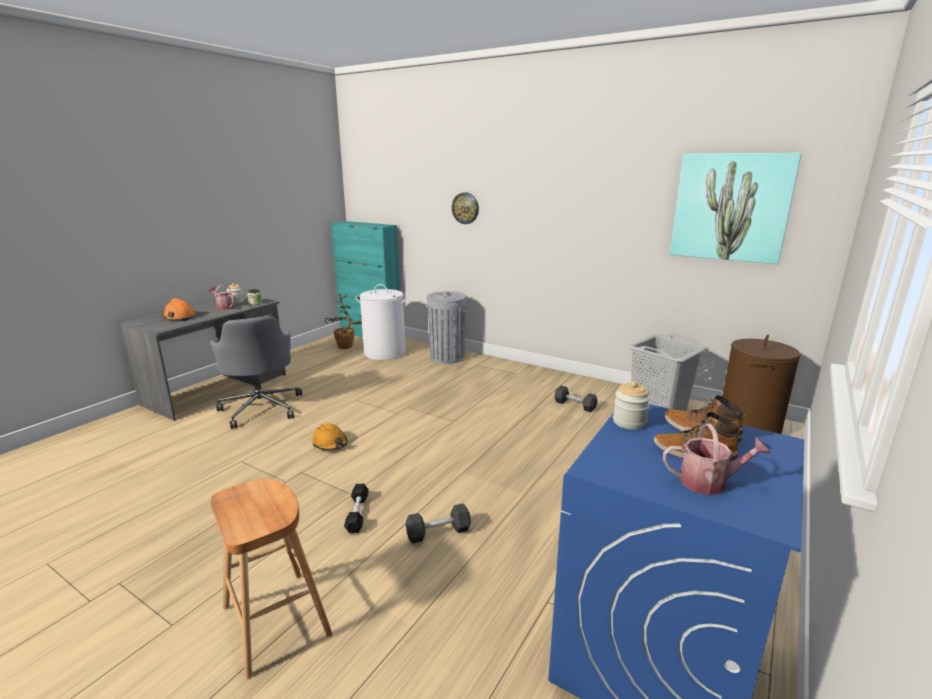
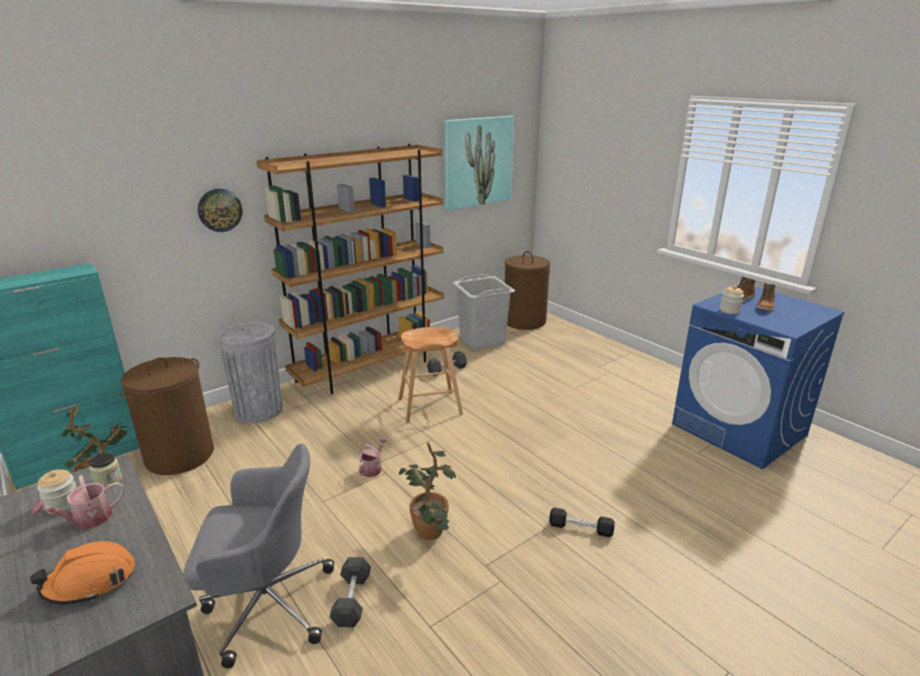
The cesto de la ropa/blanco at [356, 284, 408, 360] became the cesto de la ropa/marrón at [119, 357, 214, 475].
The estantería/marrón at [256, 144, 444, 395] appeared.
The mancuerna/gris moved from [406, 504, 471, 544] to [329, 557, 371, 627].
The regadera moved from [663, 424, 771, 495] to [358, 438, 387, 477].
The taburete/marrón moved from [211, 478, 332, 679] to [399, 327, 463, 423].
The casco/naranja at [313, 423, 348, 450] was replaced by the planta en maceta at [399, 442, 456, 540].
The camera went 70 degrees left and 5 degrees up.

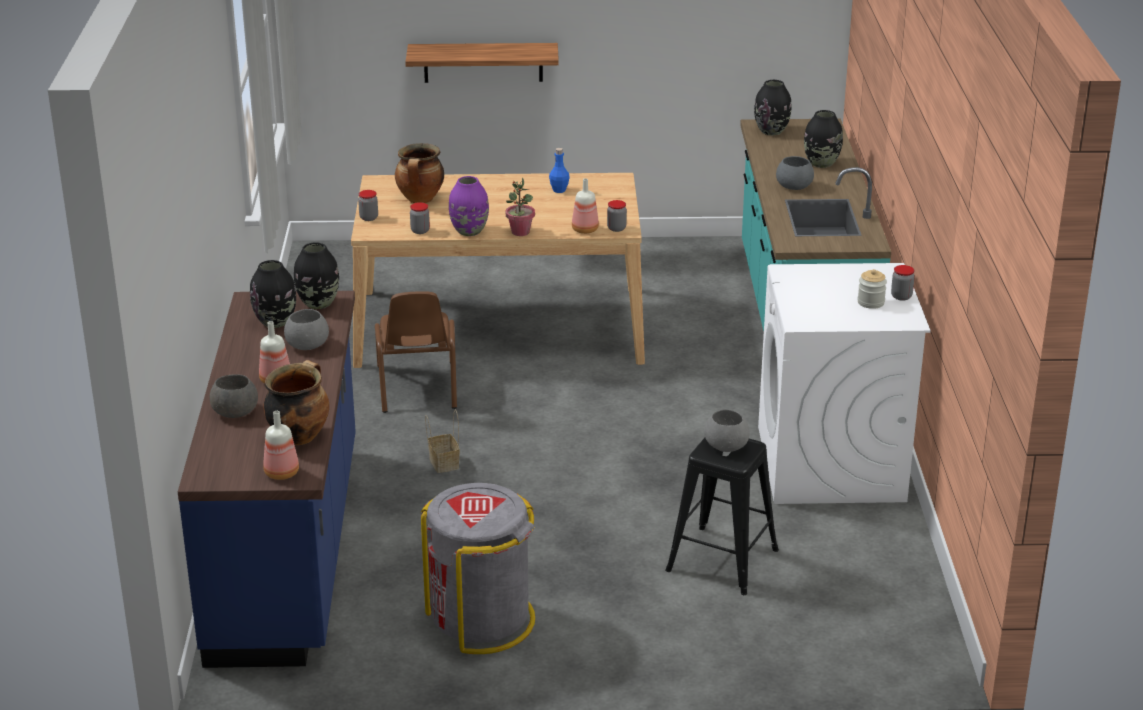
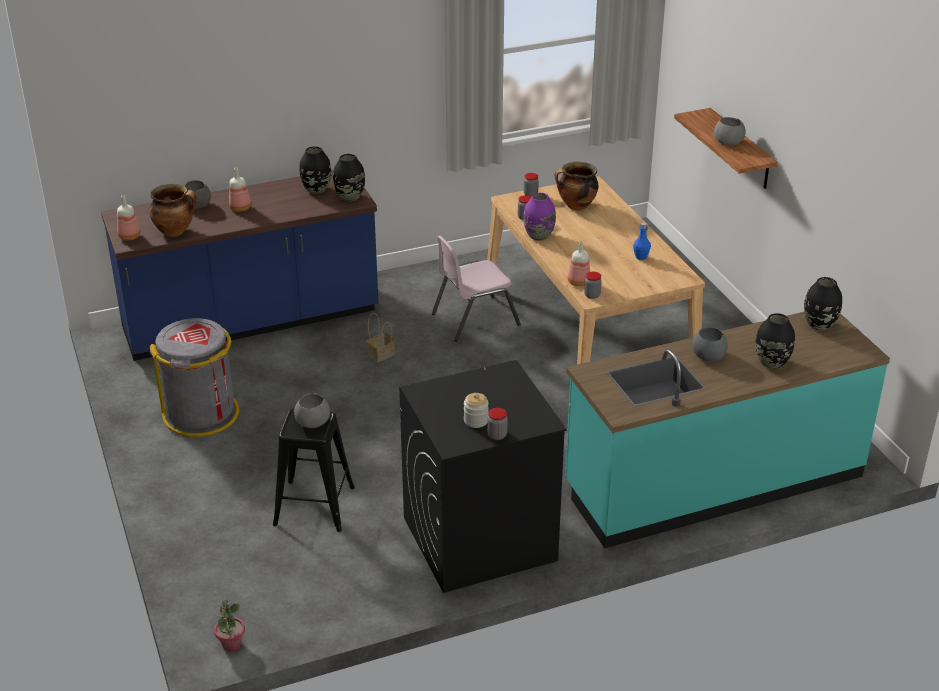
The planta en maceta moved from [506, 177, 535, 236] to [214, 599, 245, 651].
The lavadora/blanco at [758, 263, 931, 504] became the lavadora/negro at [399, 360, 567, 593].
The silla/marrón at [375, 291, 457, 413] became the silla/rosa at [432, 236, 521, 342].
The cuenco/gris moved from [284, 309, 329, 350] to [714, 117, 746, 145].
The camera went 70 degrees right and 5 degrees up.

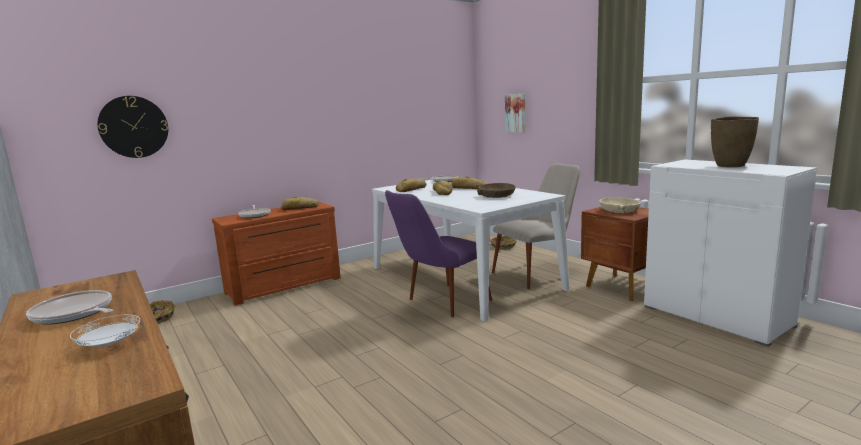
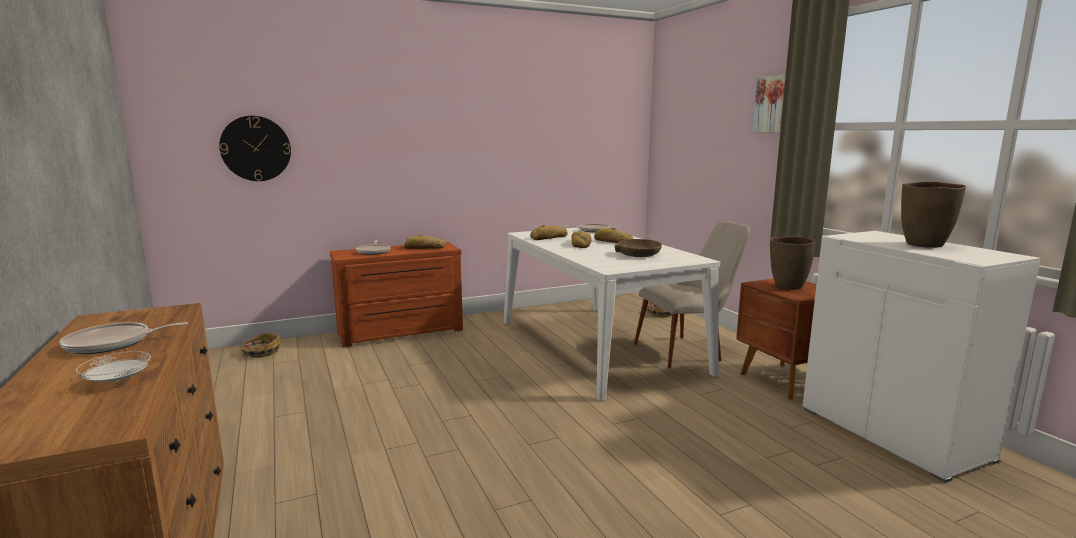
The sartén at [26, 290, 113, 325] turned 60 degrees counterclockwise.
The cuadro moved from [505, 93, 525, 133] to [753, 74, 786, 132].
The cuenco/beis at [599, 197, 641, 213] was replaced by the florero/marrón at [770, 236, 816, 290].
The silla/morado at [385, 190, 492, 317] disappeared.
The camera went 10 degrees right and 0 degrees up.

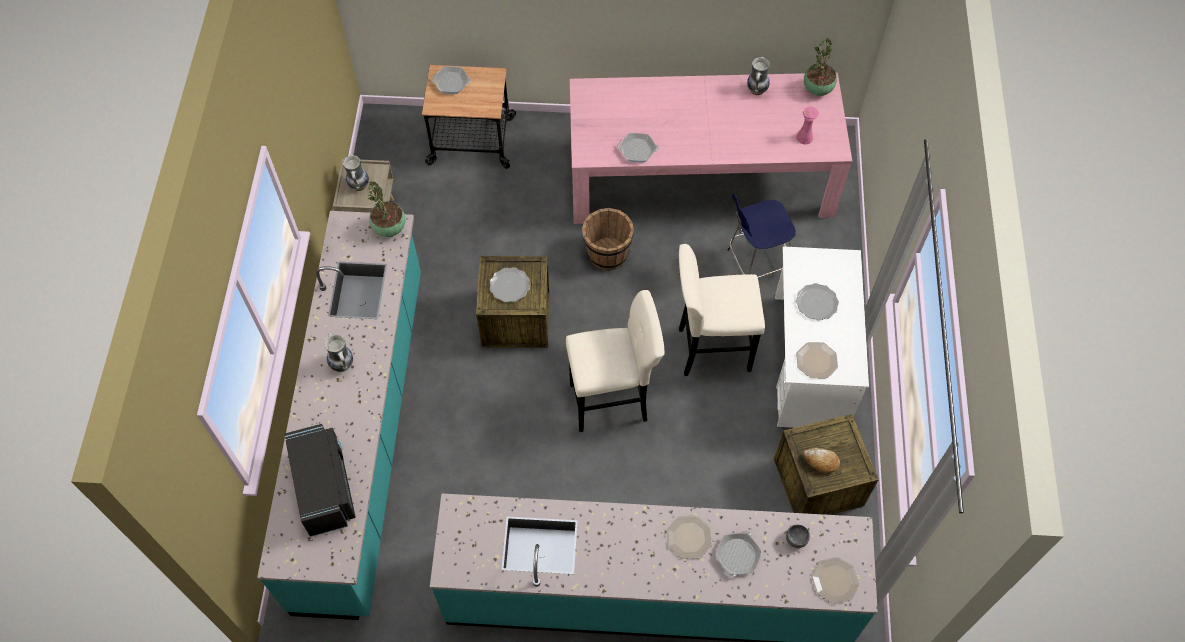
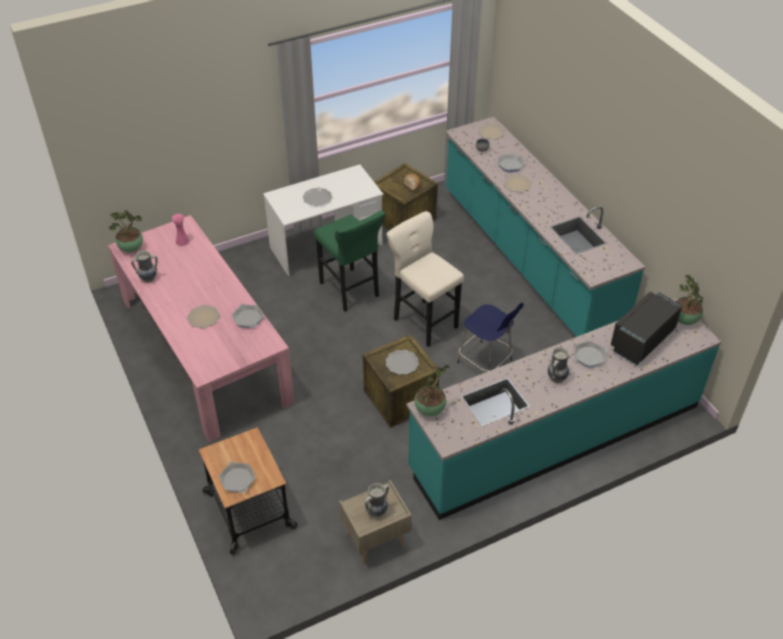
The plato moved from [796, 342, 838, 378] to [187, 305, 220, 328].
The taburete/beis at [679, 244, 765, 376] became the taburete/verde at [314, 210, 385, 312].
The taburete/azul moved from [727, 194, 796, 278] to [457, 303, 524, 372].
The sartén at [572, 341, 608, 368] appeared.
The planta en maceta at [676, 275, 703, 325] appeared.
The cubo/marrón at [582, 208, 634, 271] disappeared.
The camera went 120 degrees left and 15 degrees down.

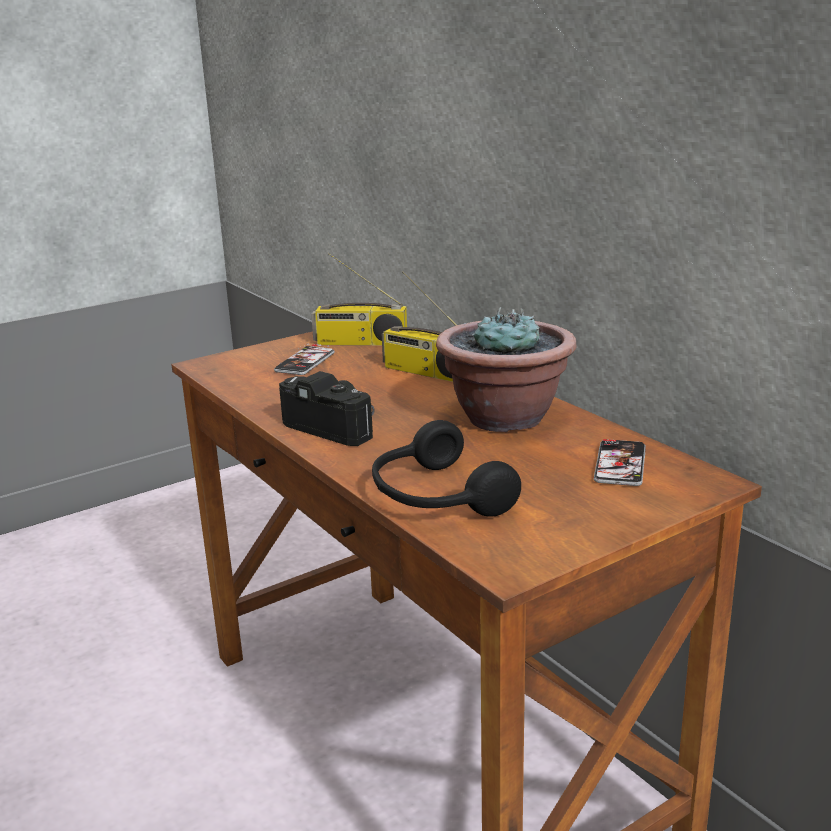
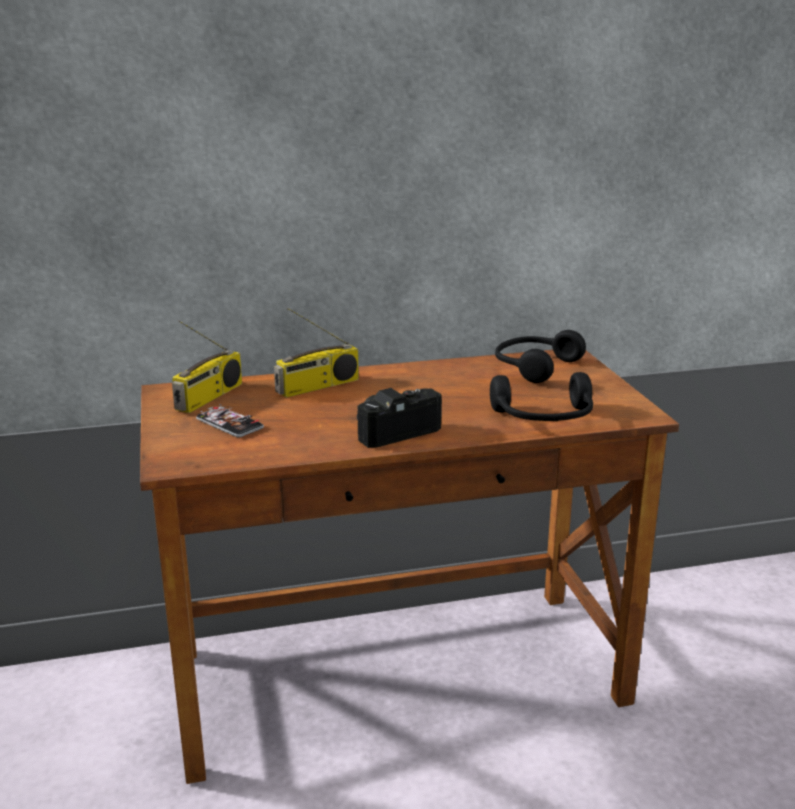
The móvil at [594, 439, 646, 486] was replaced by the auriculares/negro at [495, 330, 586, 383].
The planta en maceta at [436, 307, 576, 432] disappeared.
The camera went 70 degrees left and 0 degrees up.

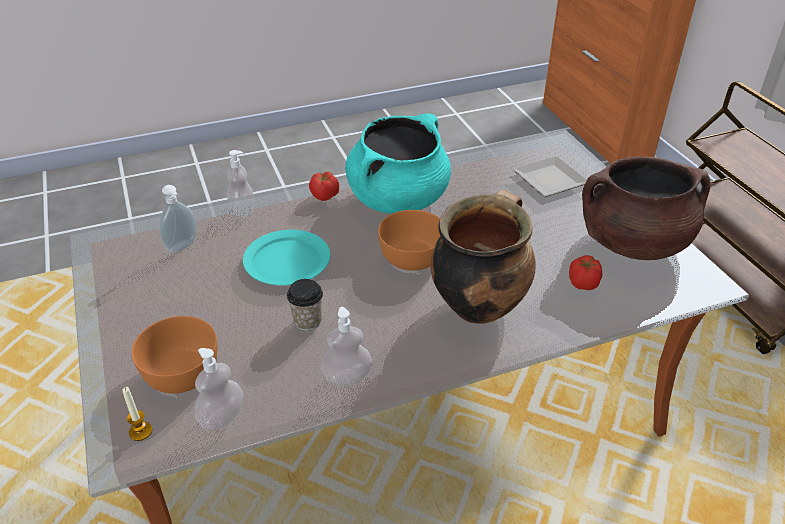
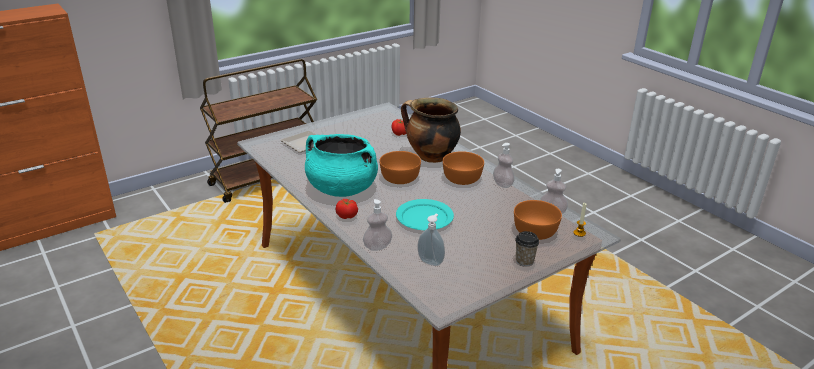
The cuenco/naranja at [443, 151, 484, 185] appeared.
The taza moved from [287, 279, 323, 331] to [515, 231, 539, 266].
The olla/marrón at [582, 157, 710, 260] disappeared.
The camera went 105 degrees left and 10 degrees down.

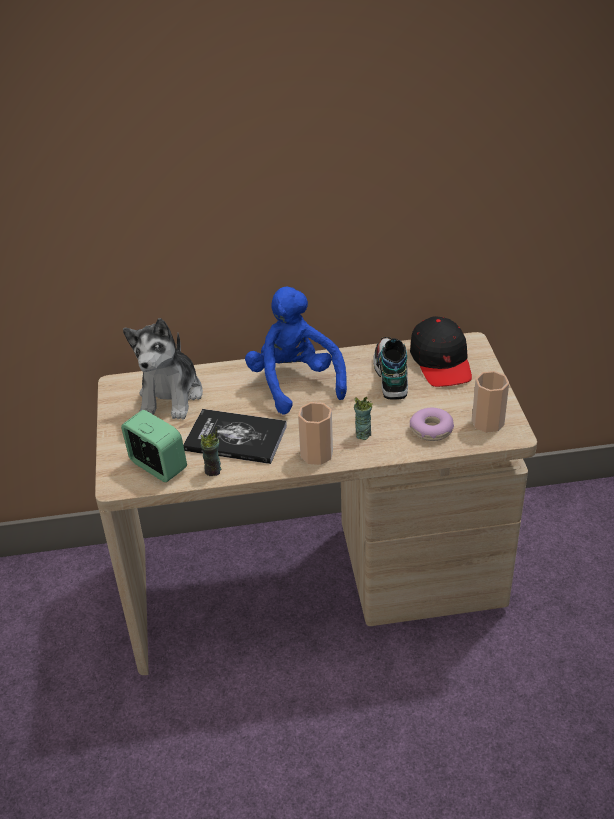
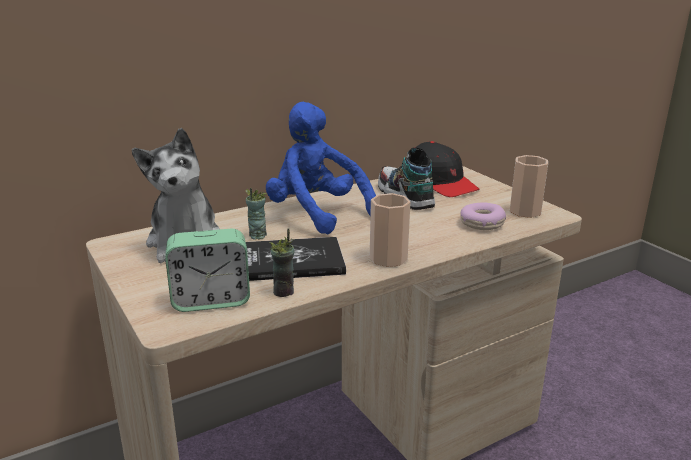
The despertador at [121, 410, 187, 482] turned 150 degrees clockwise.
The taza moved from [354, 397, 373, 440] to [246, 188, 267, 240].
The camera went 25 degrees left and 15 degrees down.

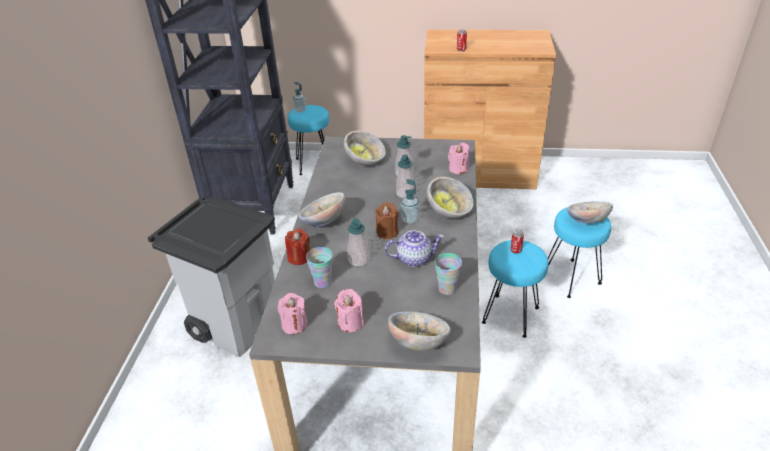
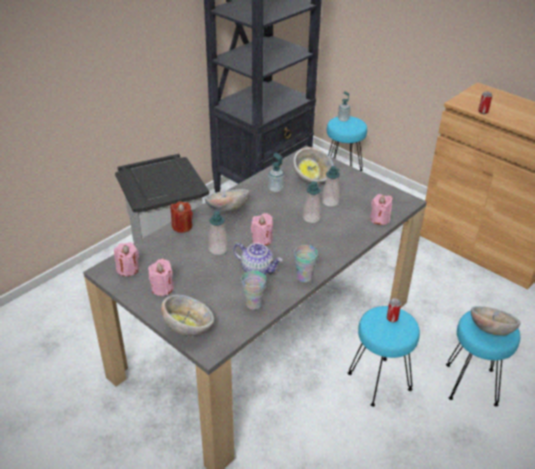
The vela/marrón at [375, 202, 398, 239] became the vela/rosa at [251, 213, 273, 246].
The dispensador de jabón moved from [401, 179, 420, 224] to [268, 153, 284, 192].
The taza moved from [306, 247, 333, 288] to [294, 245, 318, 282].
The cuenco at [427, 177, 474, 218] disappeared.
The camera went 35 degrees right and 0 degrees up.

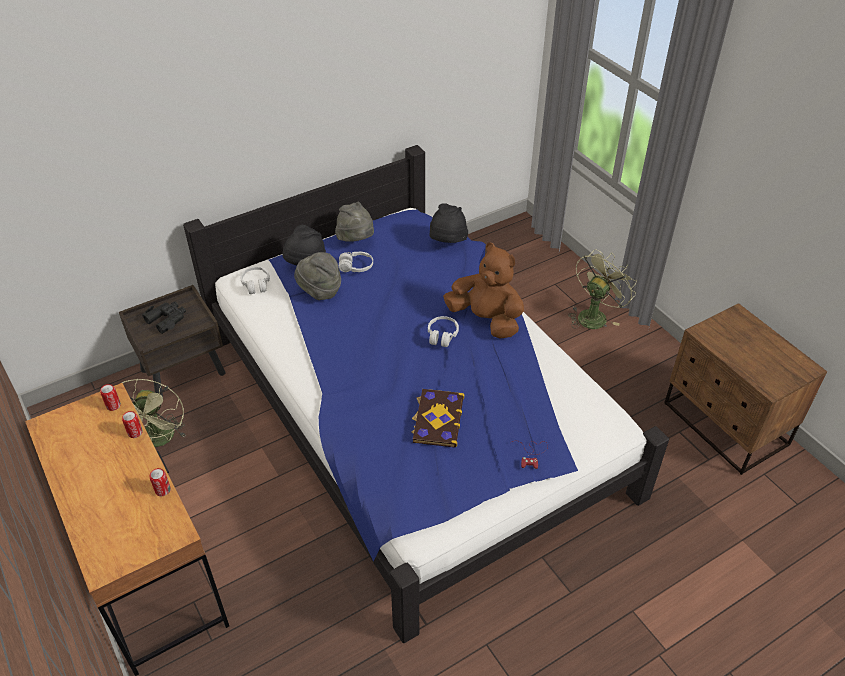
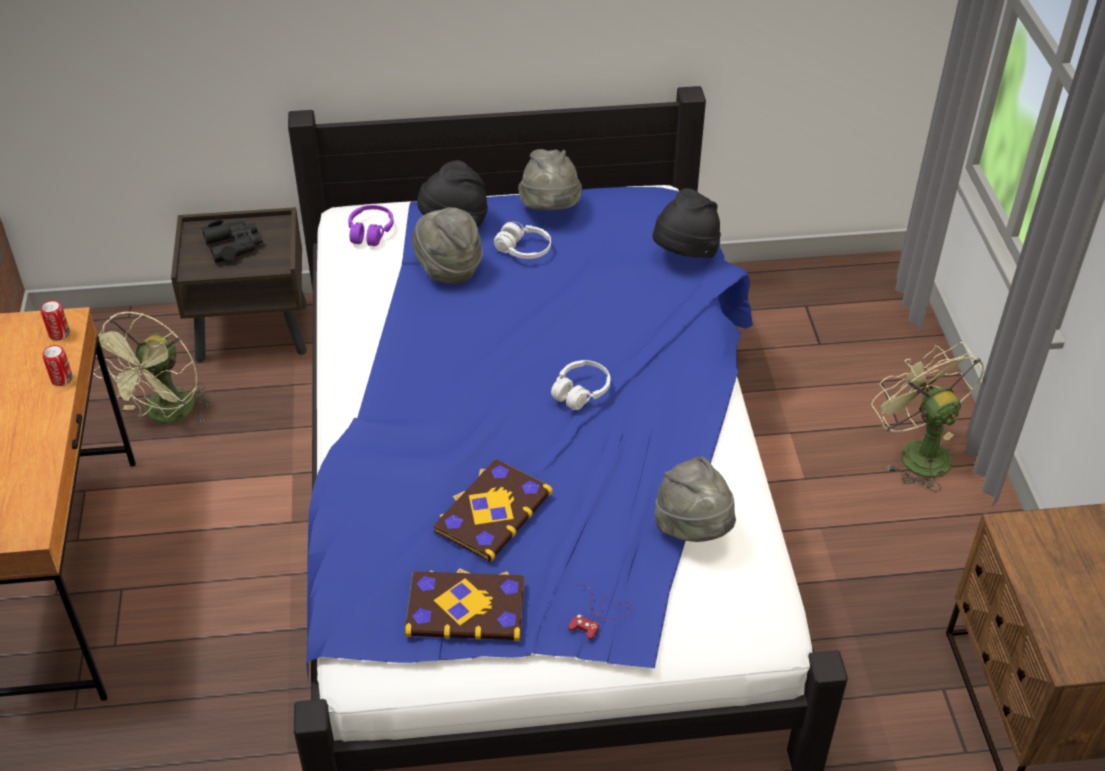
The auriculares/blanco at [240, 267, 270, 294] became the auriculares/morado at [348, 205, 394, 246].
The libro at [405, 568, 525, 641] appeared.
The sombrero/gris at [655, 456, 736, 542] appeared.
The ventilador/verde at [568, 249, 637, 329] turned 90 degrees counterclockwise.
The lata at [150, 468, 171, 496] disappeared.
The peluche/marrón at [443, 242, 524, 339] disappeared.
The camera went 25 degrees right and 0 degrees up.

